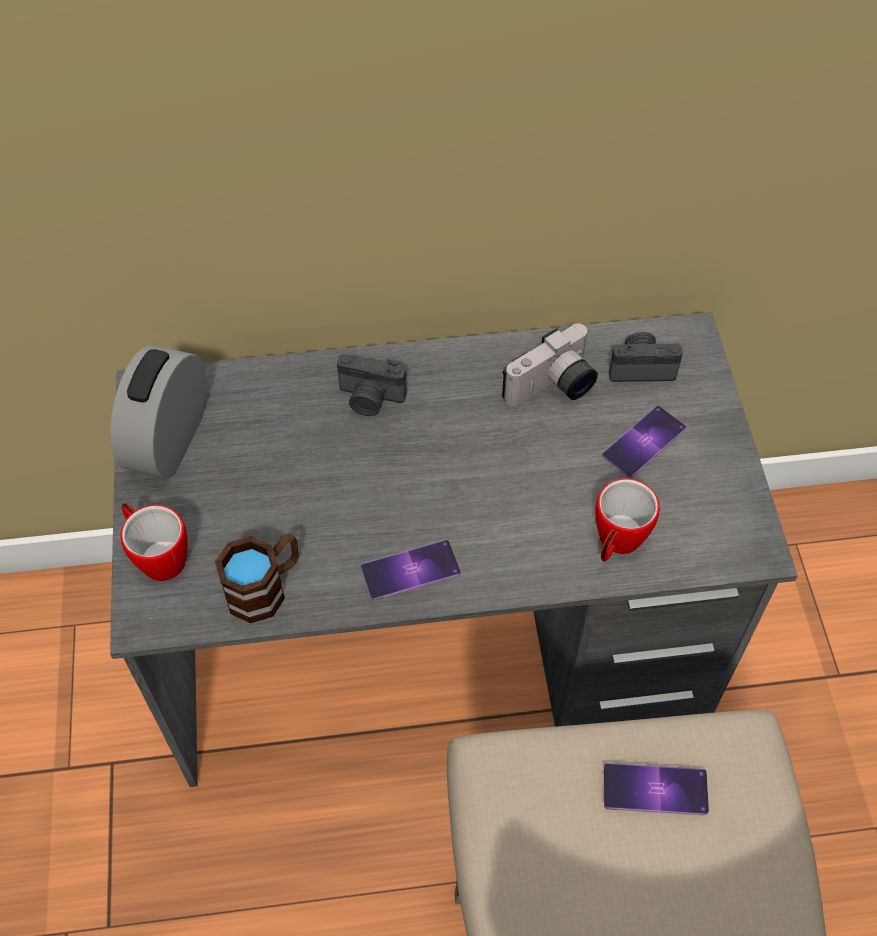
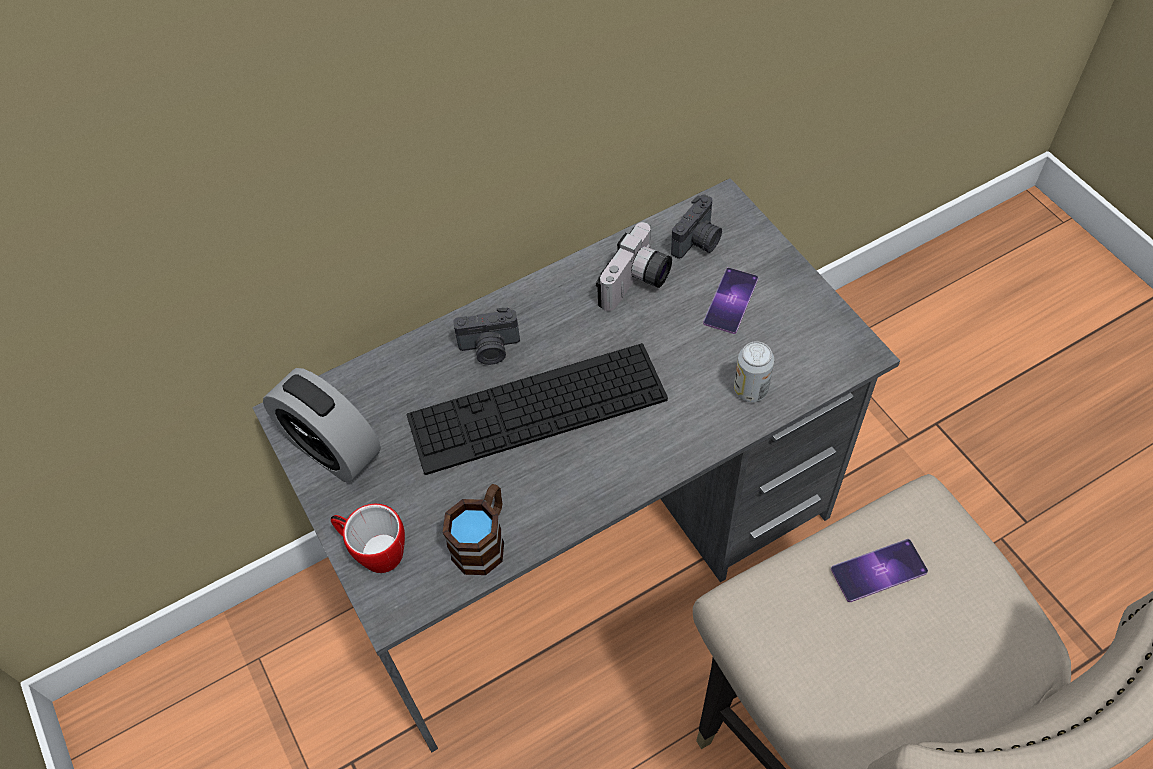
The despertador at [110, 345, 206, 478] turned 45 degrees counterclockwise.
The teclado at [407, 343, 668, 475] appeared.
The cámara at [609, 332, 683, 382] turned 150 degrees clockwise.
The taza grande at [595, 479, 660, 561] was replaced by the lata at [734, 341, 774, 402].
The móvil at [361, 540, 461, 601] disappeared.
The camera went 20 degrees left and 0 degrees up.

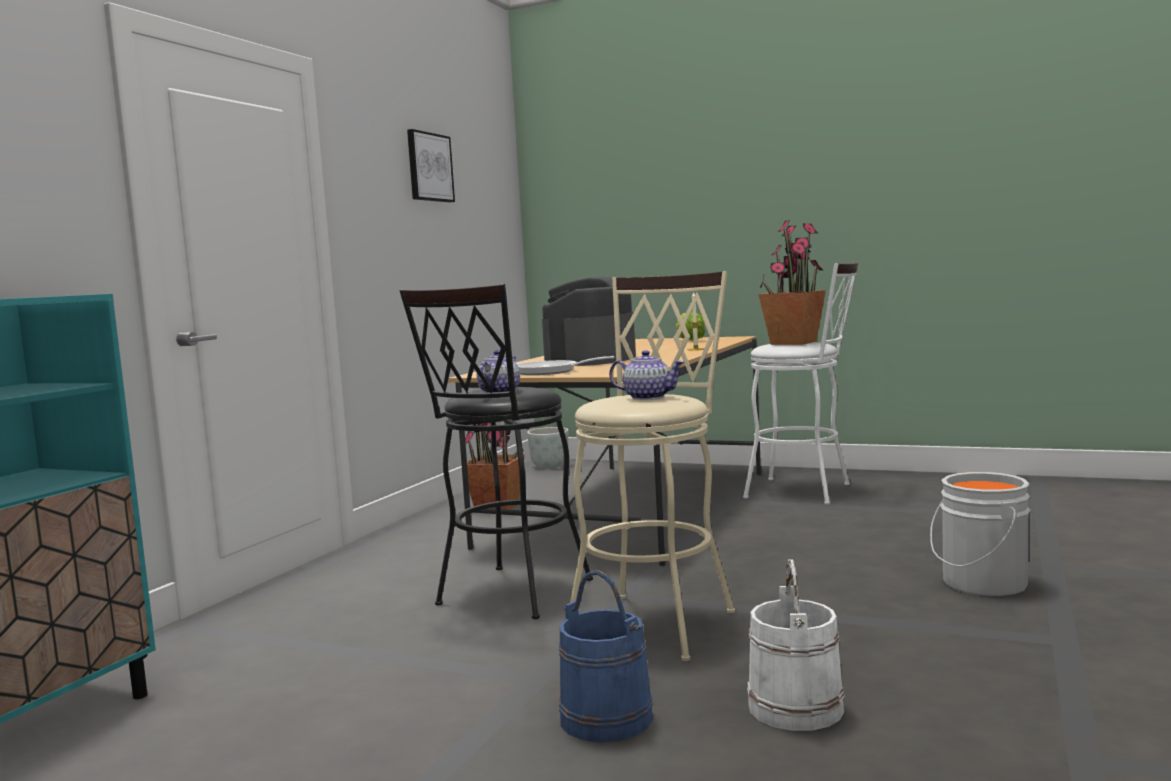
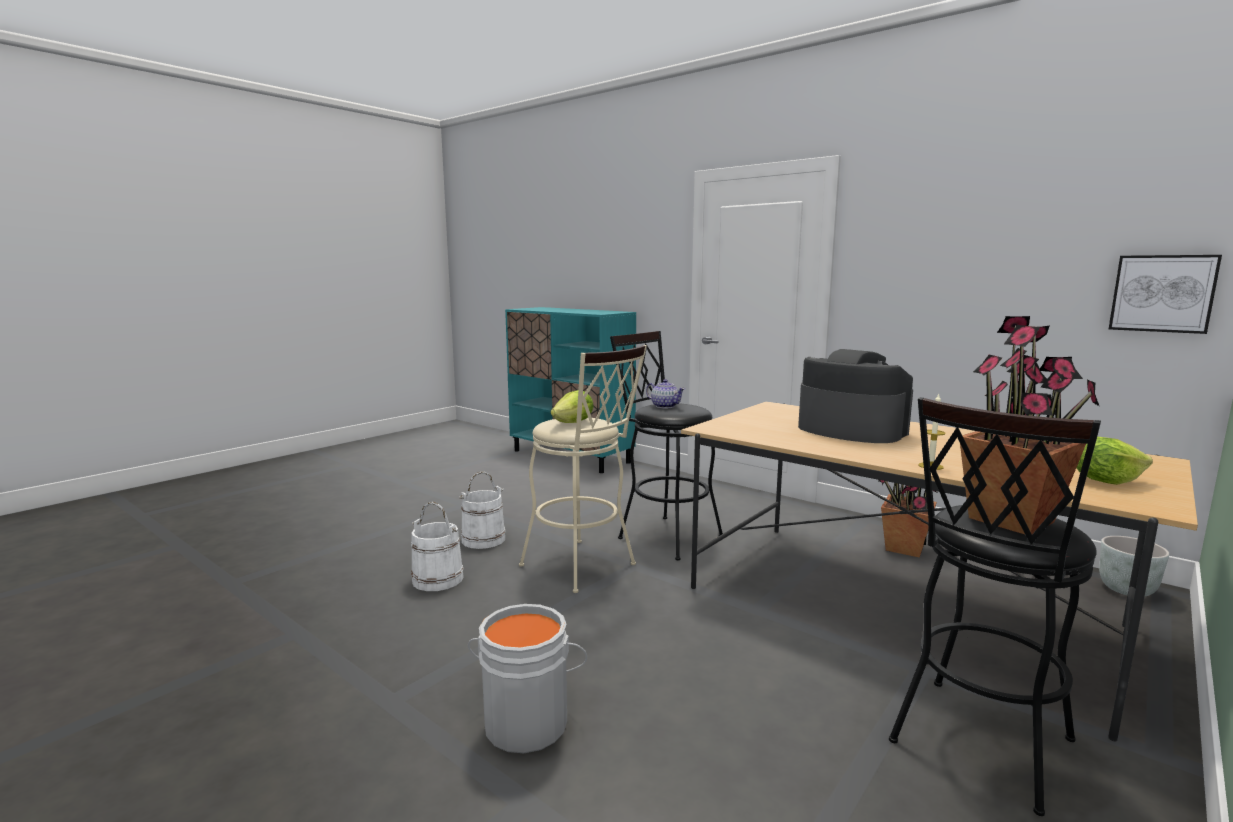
The cubo/azul at [559, 570, 653, 742] became the cubo/blanco at [459, 471, 505, 549].
The tetera at [609, 350, 684, 400] was replaced by the lechuga at [551, 390, 594, 423].
The taburete/blanco at [743, 262, 858, 504] became the taburete/negro at [889, 397, 1101, 816].
The cuadro moved from [407, 129, 455, 203] to [1109, 255, 1222, 334].
The sartén at [517, 356, 615, 375] disappeared.
The camera went 105 degrees right and 5 degrees up.

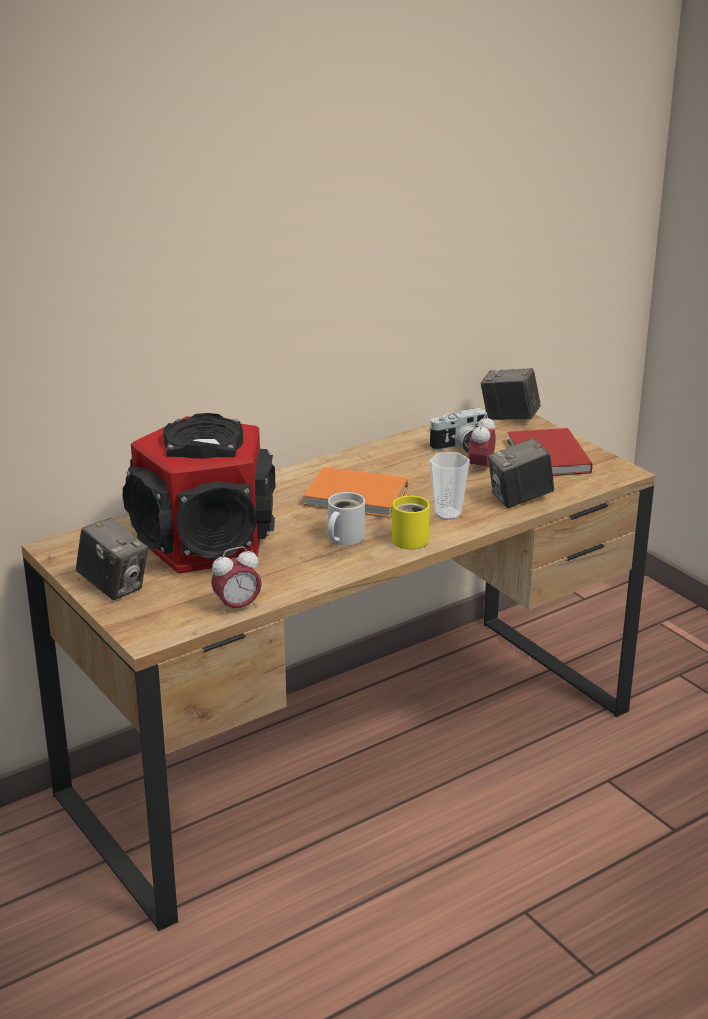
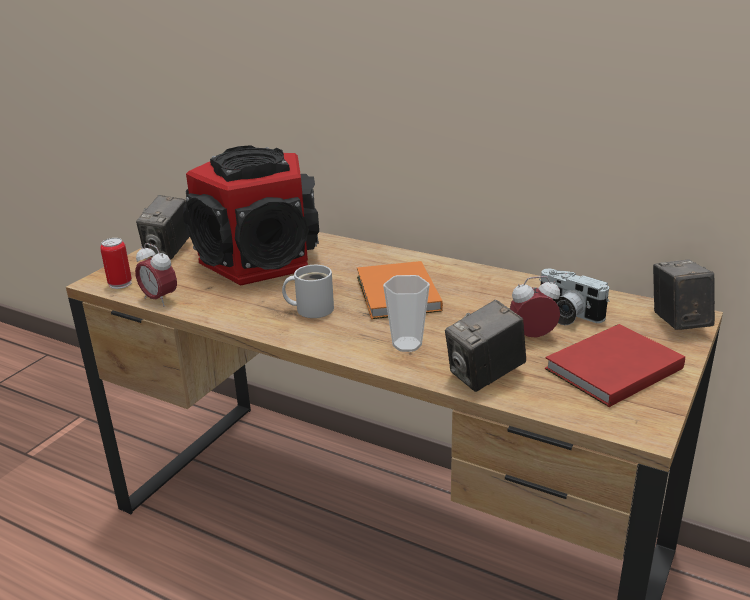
The lata at [100, 238, 132, 289] appeared.
The cámara at [488, 438, 554, 508] turned 75 degrees counterclockwise.
The taza grande/amarillo at [391, 496, 430, 549] disappeared.
The camera went 65 degrees right and 0 degrees up.

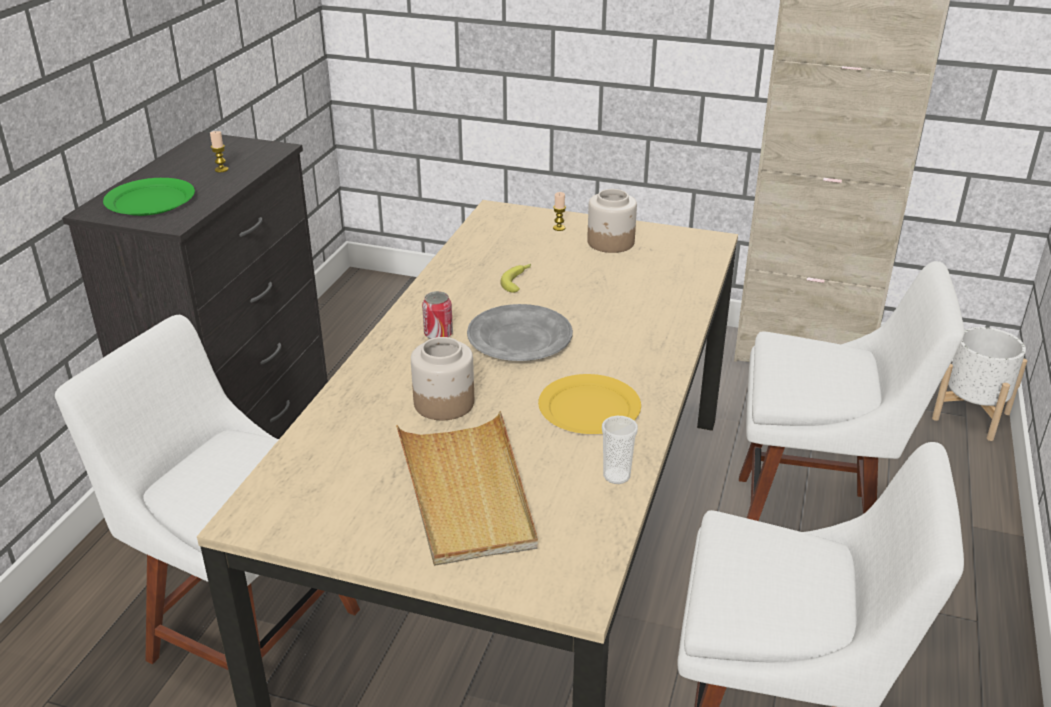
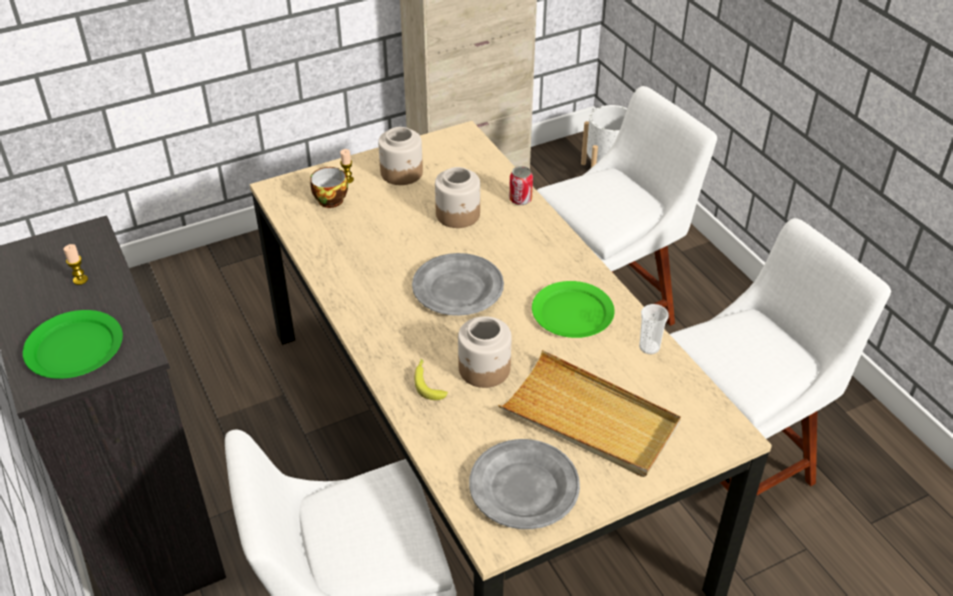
The taza at [310, 167, 348, 208] appeared.
The plátano moved from [500, 264, 531, 293] to [414, 359, 448, 400].
The tarro at [435, 167, 480, 228] appeared.
The plato/gris at [469, 439, 580, 529] appeared.
The lata moved from [422, 291, 453, 339] to [509, 166, 533, 205].
The plato/amarillo at [538, 374, 641, 434] became the plato/verde at [532, 281, 615, 338].
The camera went 45 degrees left and 10 degrees up.

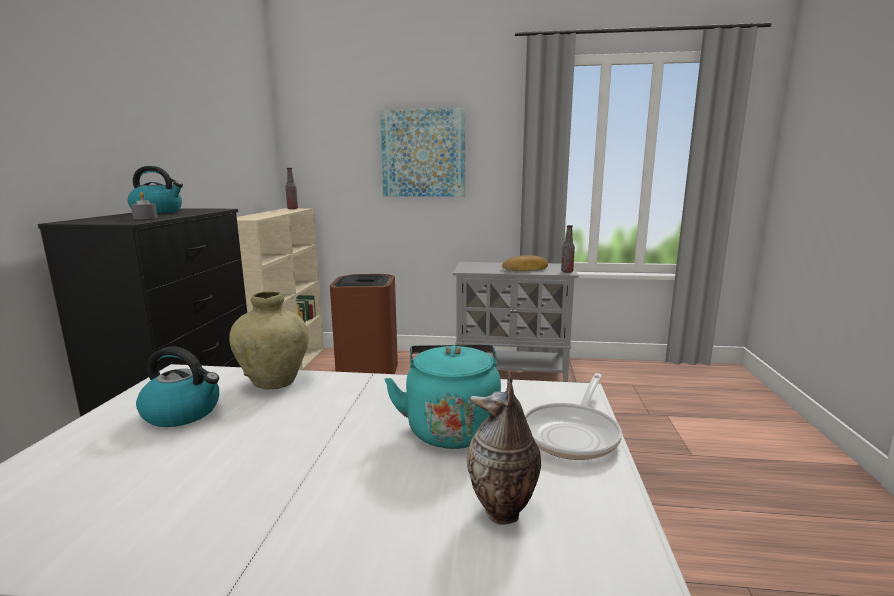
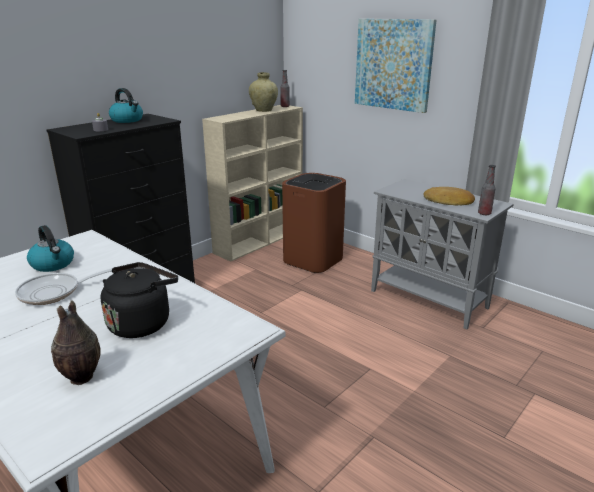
The sartén moved from [524, 373, 622, 460] to [15, 268, 113, 305].
The hervidor/turquesa at [384, 345, 501, 449] became the hervidor/negro at [100, 262, 178, 338].
The florero/beis moved from [229, 291, 309, 390] to [249, 72, 278, 112].
The camera went 35 degrees right and 10 degrees up.

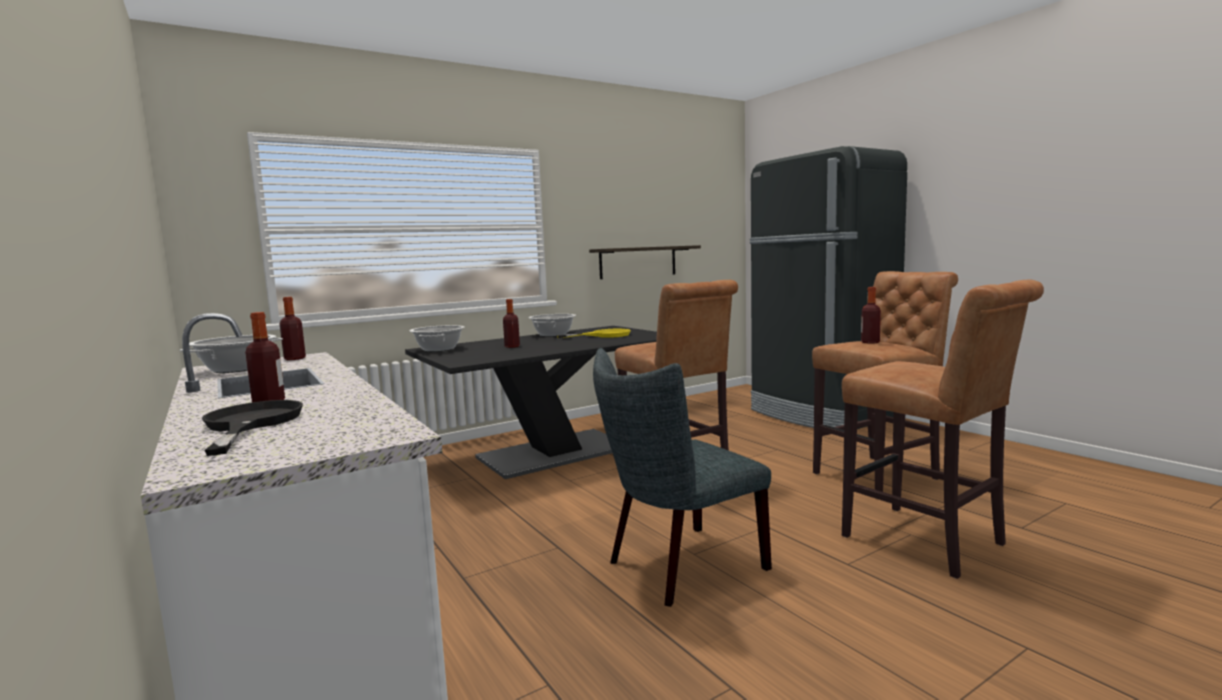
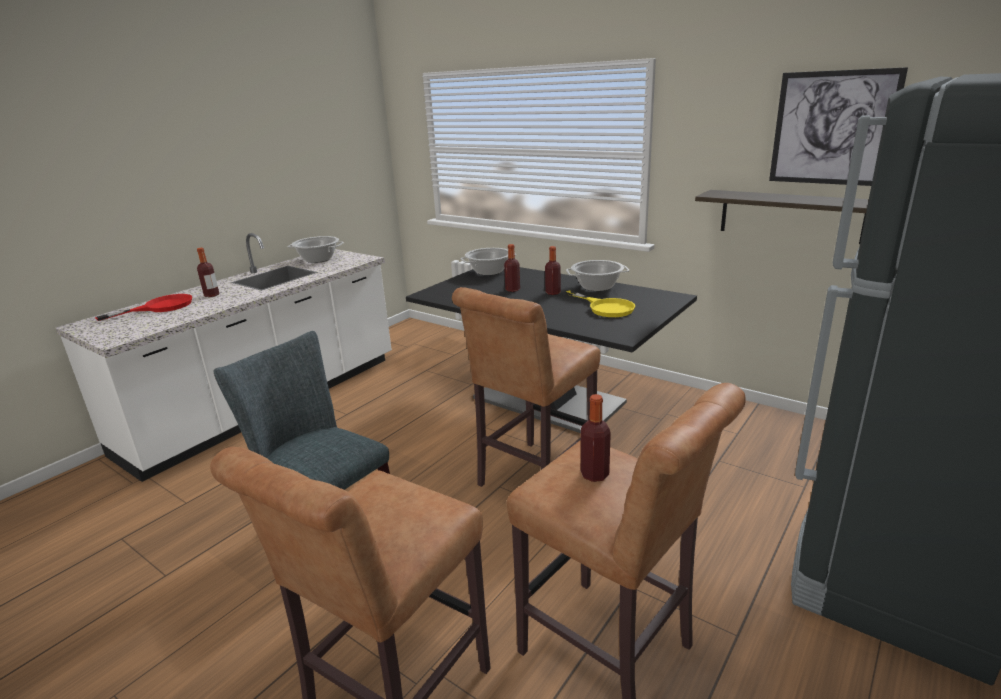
The sartén/negro at [202, 400, 303, 456] became the sartén/rojo at [95, 294, 192, 321].
The botella moved from [280, 297, 306, 360] to [545, 246, 561, 295].
The cuadro at [769, 67, 908, 186] appeared.
The camera went 70 degrees right and 15 degrees up.

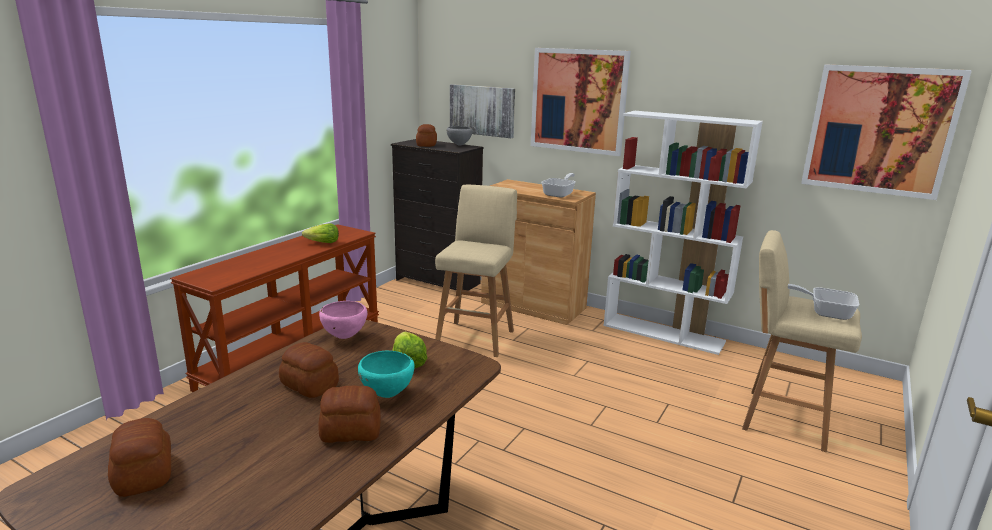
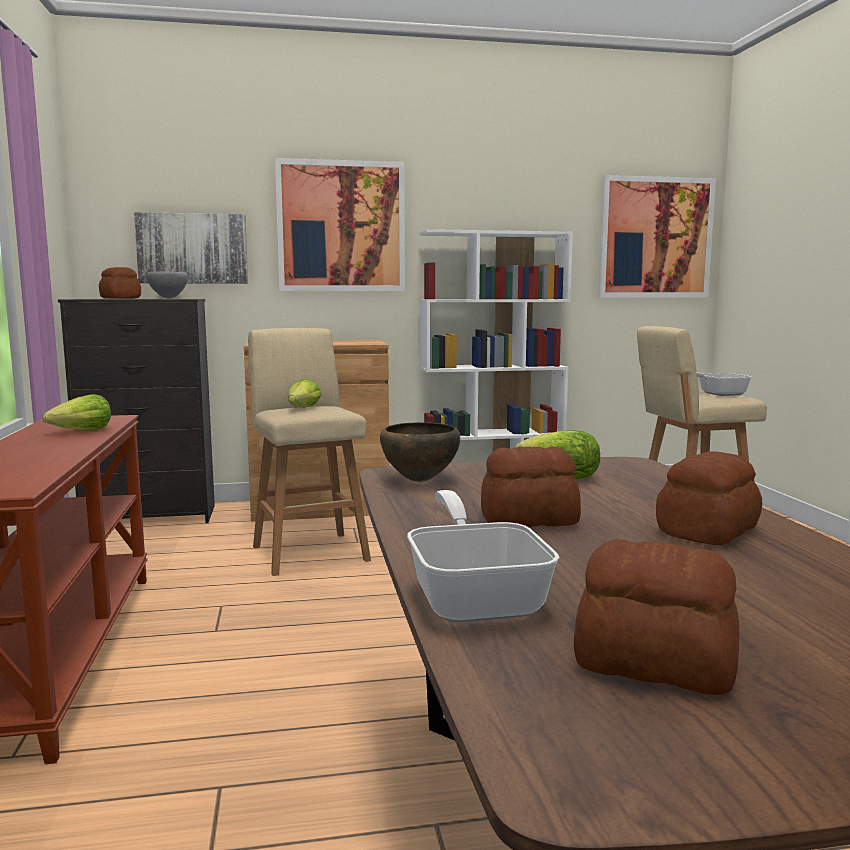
The lechuga at [289, 379, 322, 408] appeared.
The cuenco/rosa at [319, 301, 368, 339] became the cuenco/marrón at [380, 422, 460, 482].
The sartén moved from [541, 173, 575, 198] to [407, 490, 560, 622].
The cuenco/turquesa at [358, 351, 415, 398] disappeared.
The camera went 40 degrees left and 10 degrees down.

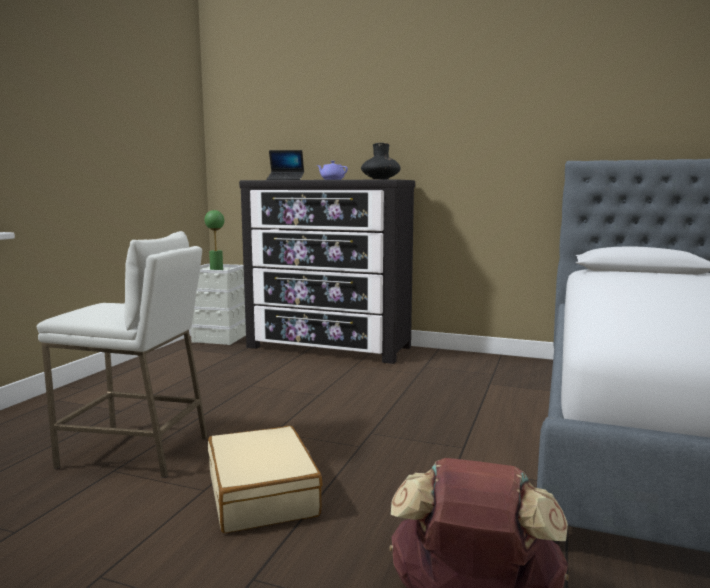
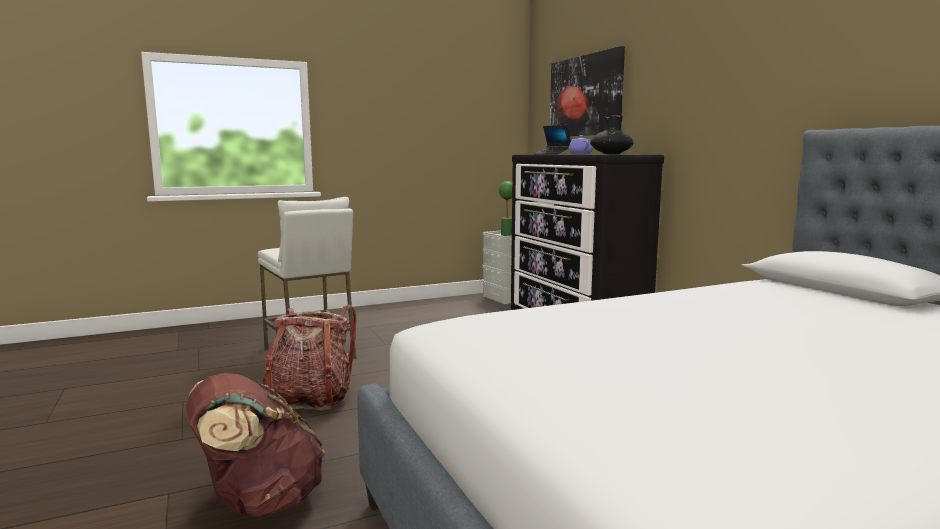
The maleta/beis at [208, 426, 322, 533] was replaced by the mochila at [262, 304, 357, 411].
The cuadro at [550, 46, 625, 136] appeared.
The camera went 45 degrees right and 0 degrees up.

